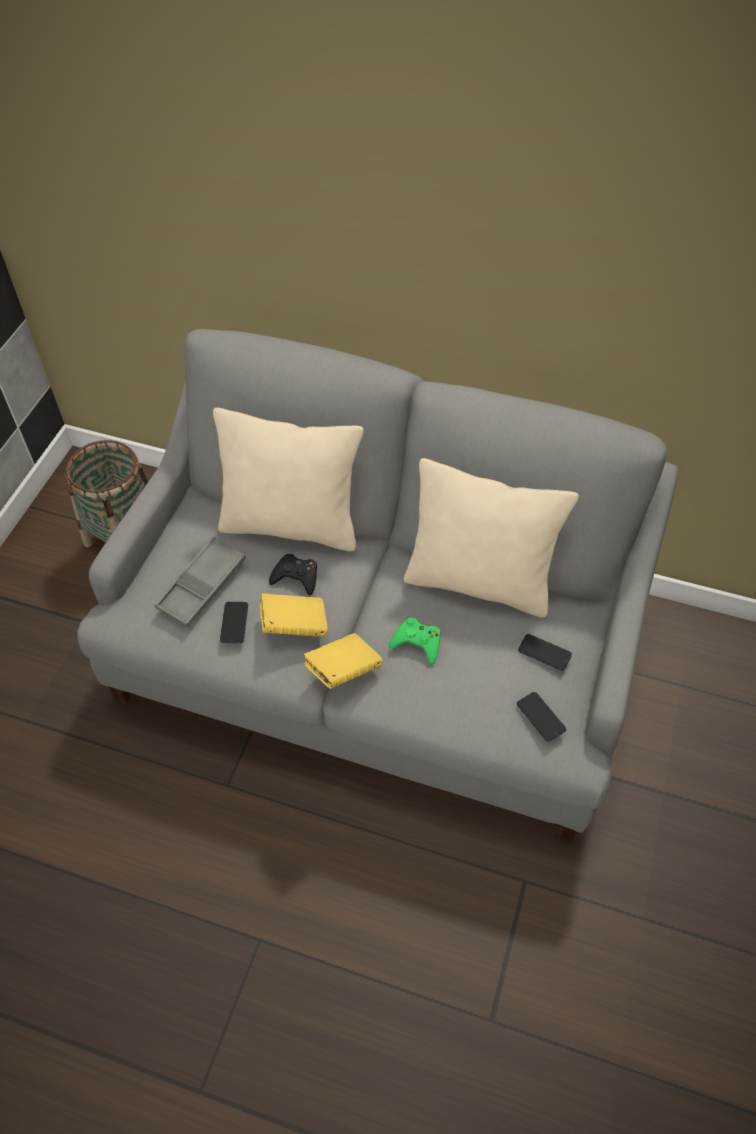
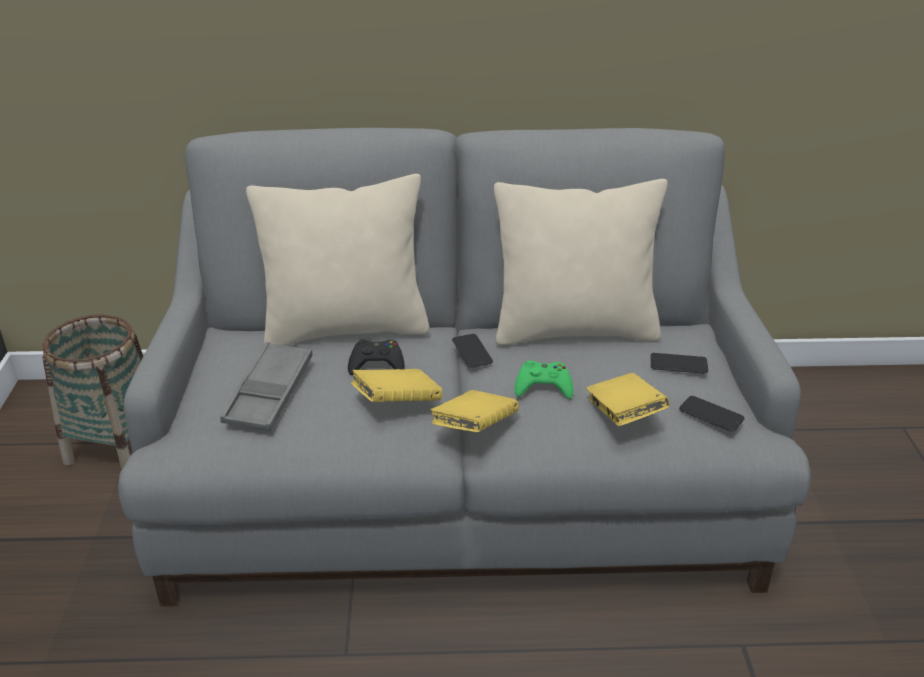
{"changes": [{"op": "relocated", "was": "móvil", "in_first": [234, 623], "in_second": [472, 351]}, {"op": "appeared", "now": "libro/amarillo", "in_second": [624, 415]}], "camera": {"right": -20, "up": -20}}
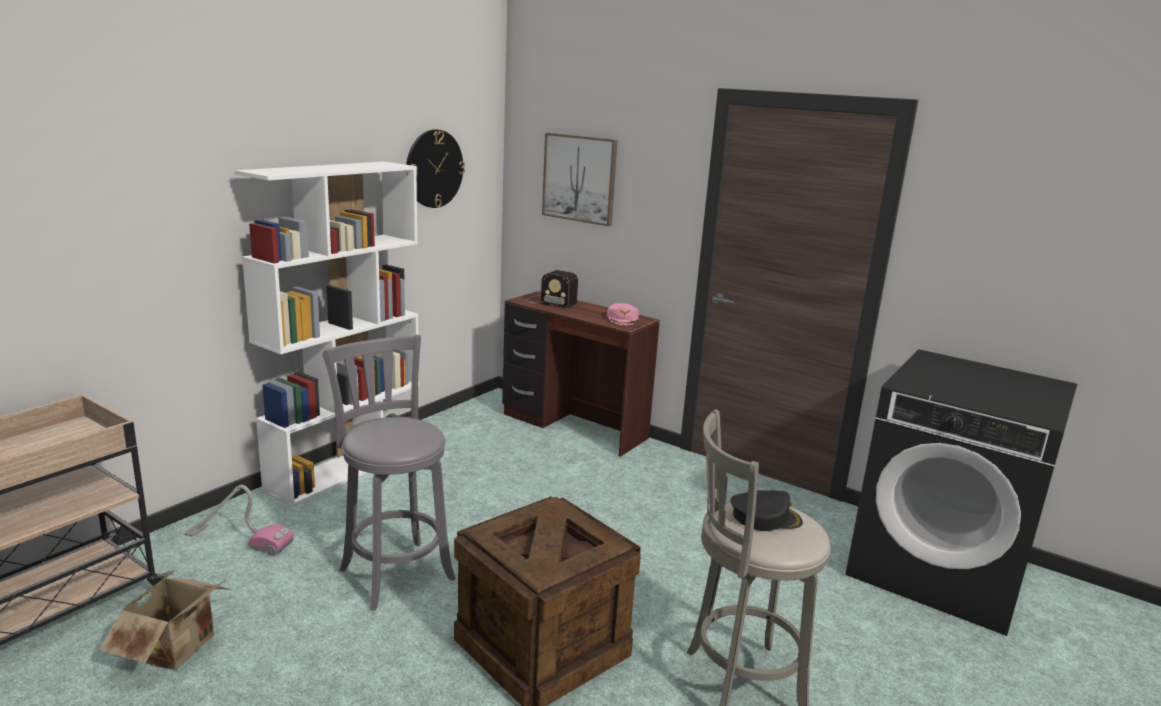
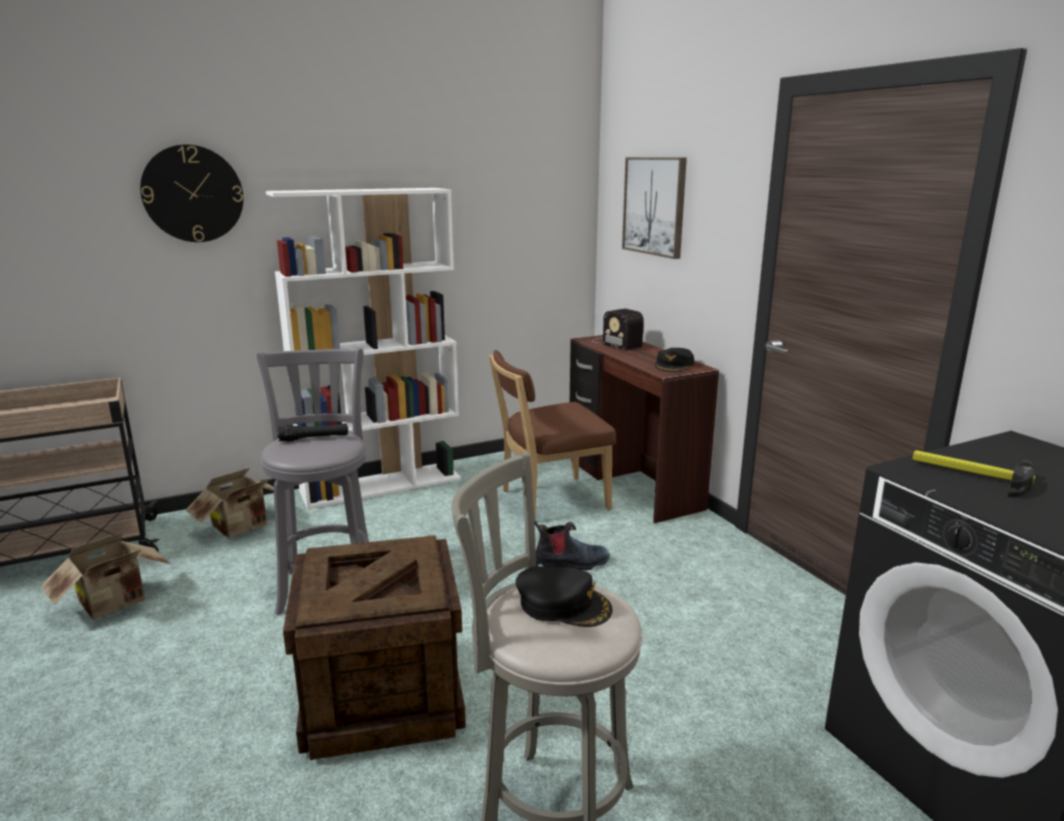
{"changes": [{"op": "relocated", "was": "reloj de pared", "in_first": [434, 169], "in_second": [193, 194]}, {"op": "colour", "was": "gorra/rosa", "now": "gorra/negro", "in_first": [623, 318], "in_second": [674, 365]}, {"op": "exchanged", "was": "aspiradora", "now": "caja de cartón", "in_first": [239, 539], "in_second": [243, 527]}, {"op": "appeared", "now": "silla/marrón", "in_second": [549, 500]}, {"op": "appeared", "now": "linterna/negro", "in_second": [314, 438]}, {"op": "appeared", "now": "martillo", "in_second": [969, 476]}, {"op": "appeared", "now": "bota", "in_second": [570, 563]}], "camera": {"right": 30, "up": 0}}
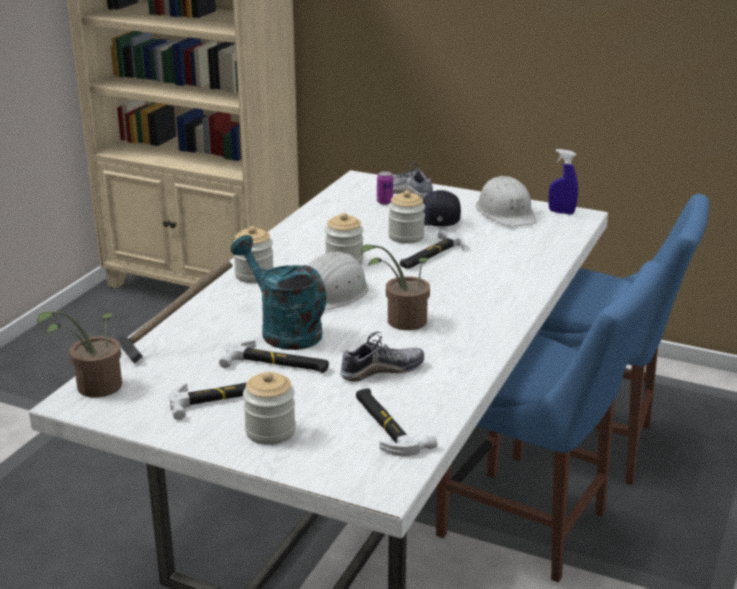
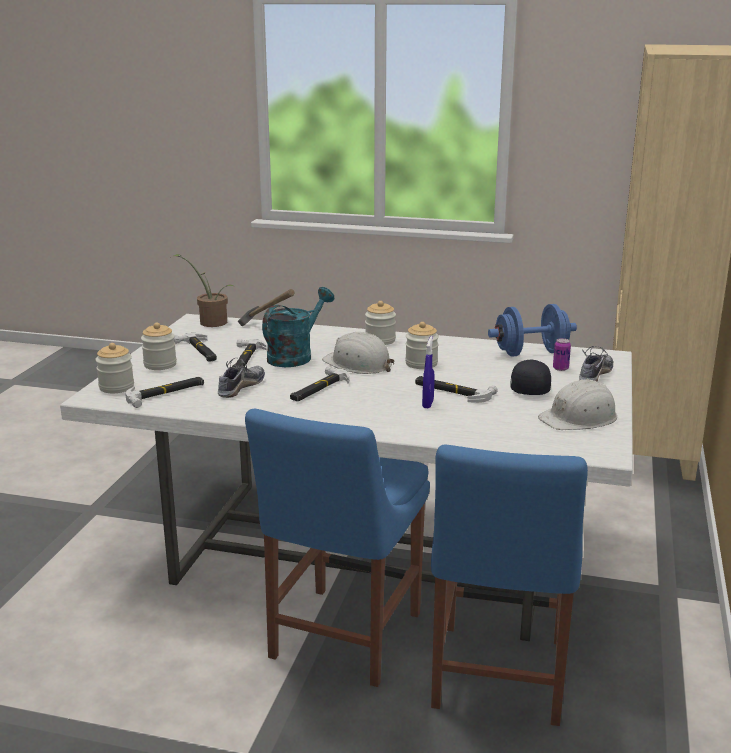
{"changes": [{"op": "relocated", "was": "pulverizador/azul", "in_first": [561, 212], "in_second": [428, 404]}, {"op": "relocated", "was": "tarro", "in_first": [406, 236], "in_second": [116, 387]}, {"op": "exchanged", "was": "planta en maceta", "now": "martillo", "in_first": [401, 322], "in_second": [318, 388]}, {"op": "spun", "was": "zapato", "in_first": [381, 370], "in_second": [240, 387], "clockwise": -120}, {"op": "appeared", "now": "mancuerna/azul", "in_second": [530, 353]}], "camera": {"right": 80, "up": -5}}
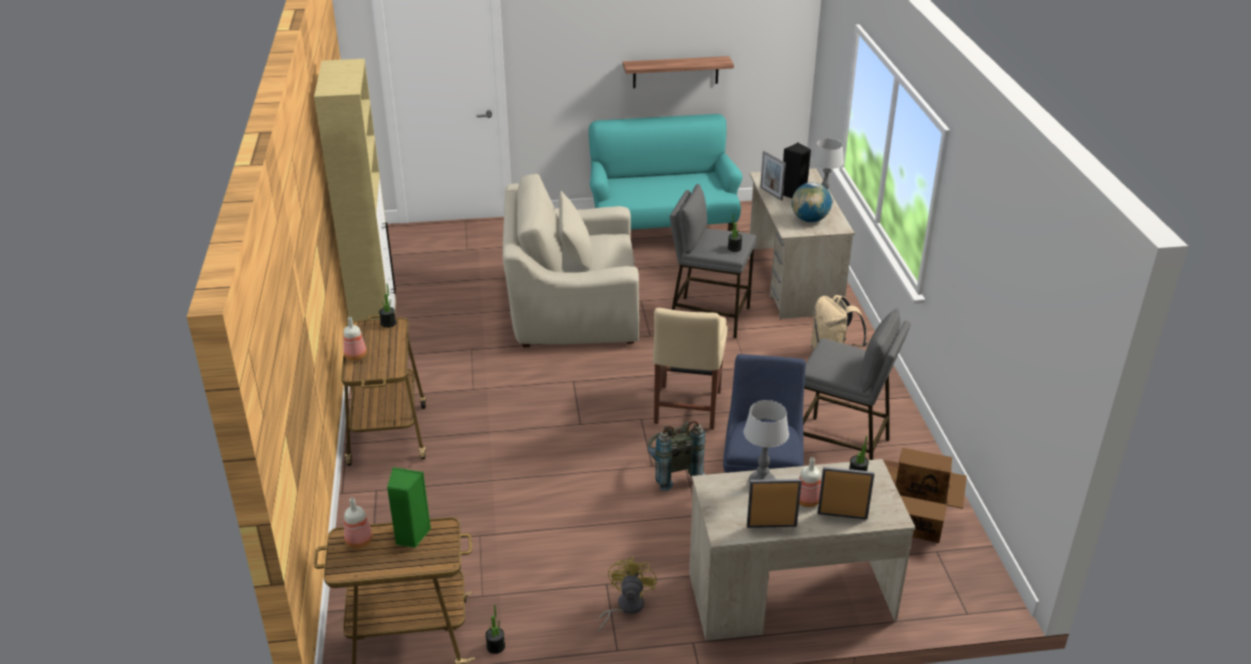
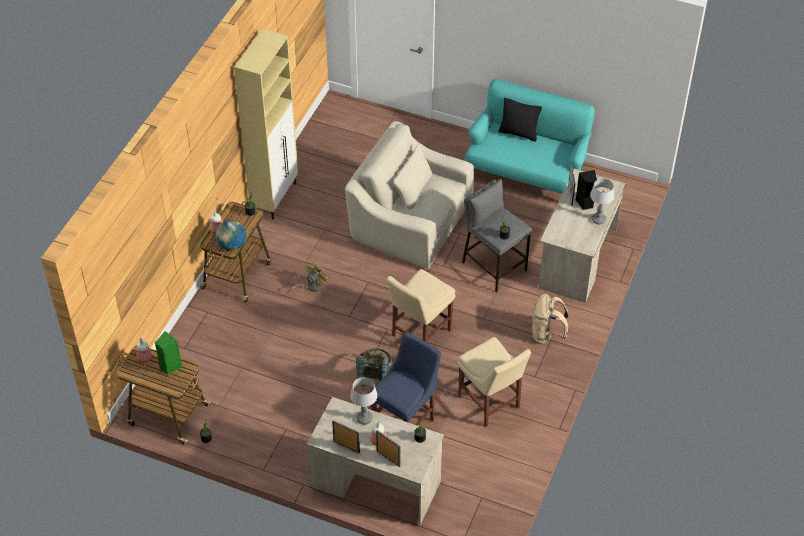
{"changes": [{"op": "missing", "was": "estante", "in_first": [675, 72]}, {"op": "relocated", "was": "globo terráqueo", "in_first": [810, 219], "in_second": [232, 245]}, {"op": "exchanged", "was": "taburete/gris", "now": "silla/beis", "in_first": [842, 447], "in_second": [490, 404]}, {"op": "missing", "was": "caja de cartón", "in_first": [915, 520]}, {"op": "relocated", "was": "ventilador/amarillo", "in_first": [625, 607], "in_second": [311, 286]}, {"op": "appeared", "now": "cojín/negro", "in_second": [518, 133]}], "camera": {"right": 30, "up": 15}}
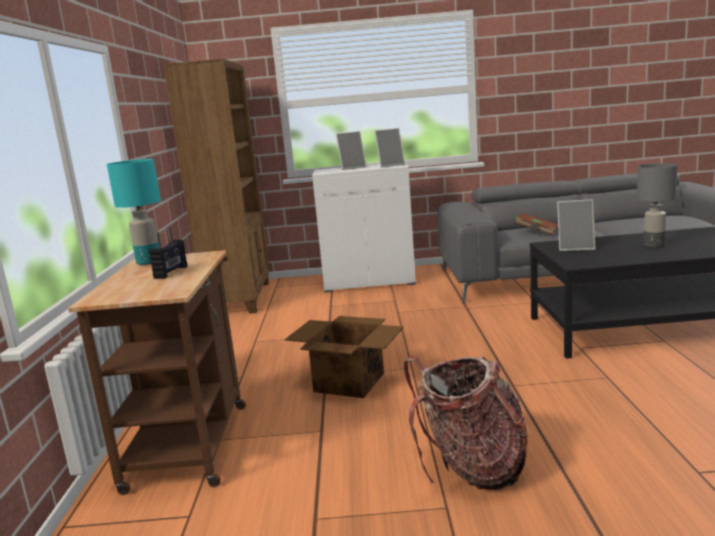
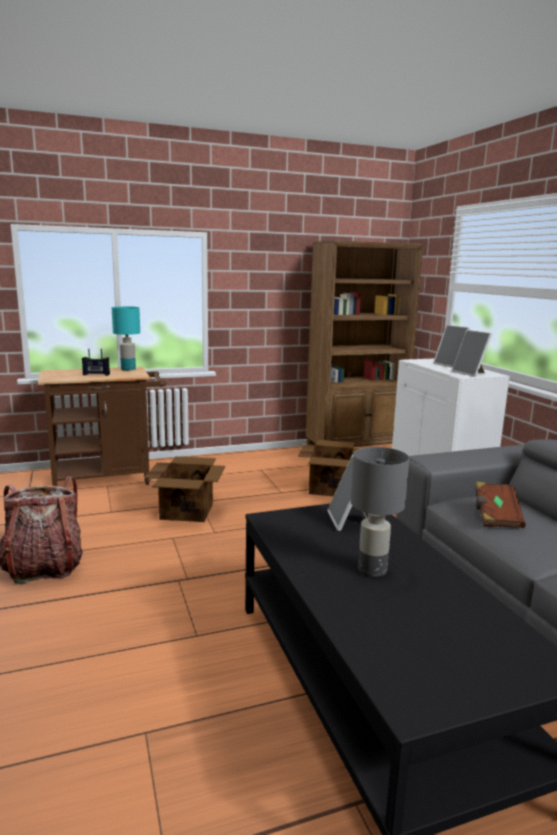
{"changes": [{"op": "appeared", "now": "caja de cartón", "in_second": [331, 488]}], "camera": {"right": 70, "up": 0}}
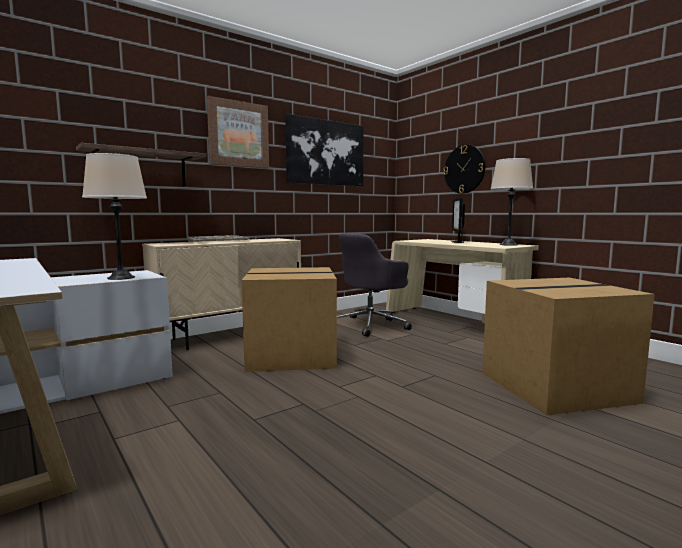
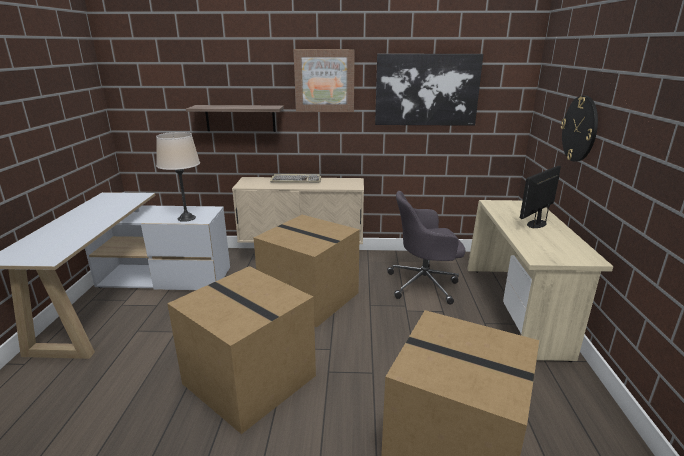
{"changes": [{"op": "missing", "was": "lámpara de mesa/beis", "in_first": [508, 244]}, {"op": "appeared", "now": "caja de cartón", "in_second": [247, 380]}], "camera": {"right": 40, "up": 15}}
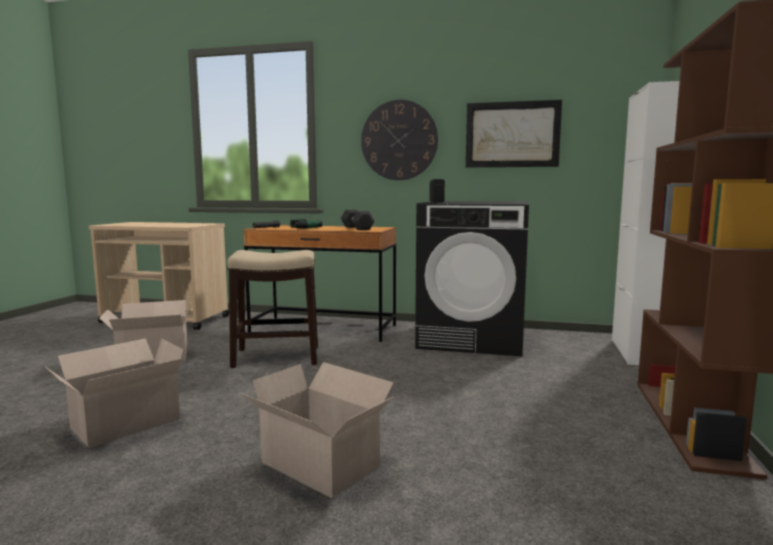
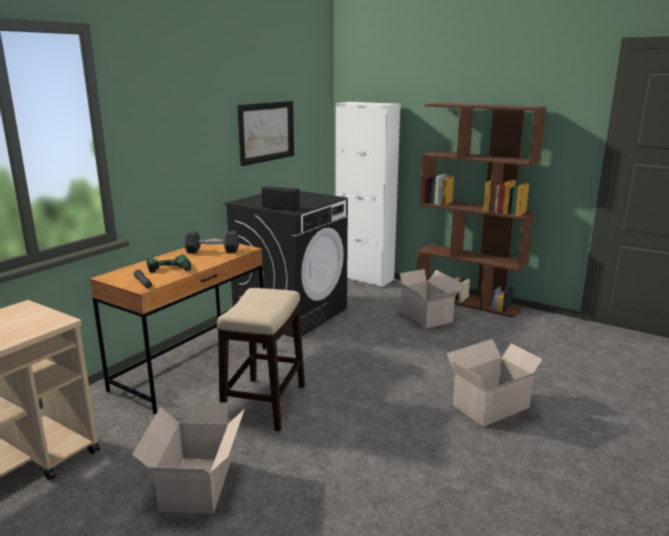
{"changes": [{"op": "missing", "was": "reloj de pared", "in_first": [399, 140]}, {"op": "relocated", "was": "caja de cartón", "in_first": [122, 424], "in_second": [426, 317]}], "camera": {"right": -70, "up": 10}}
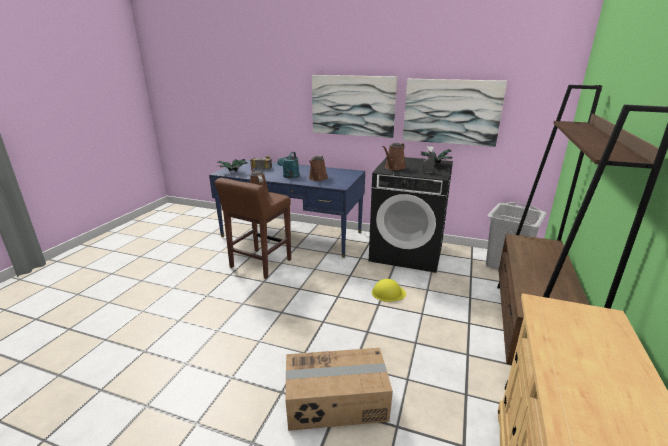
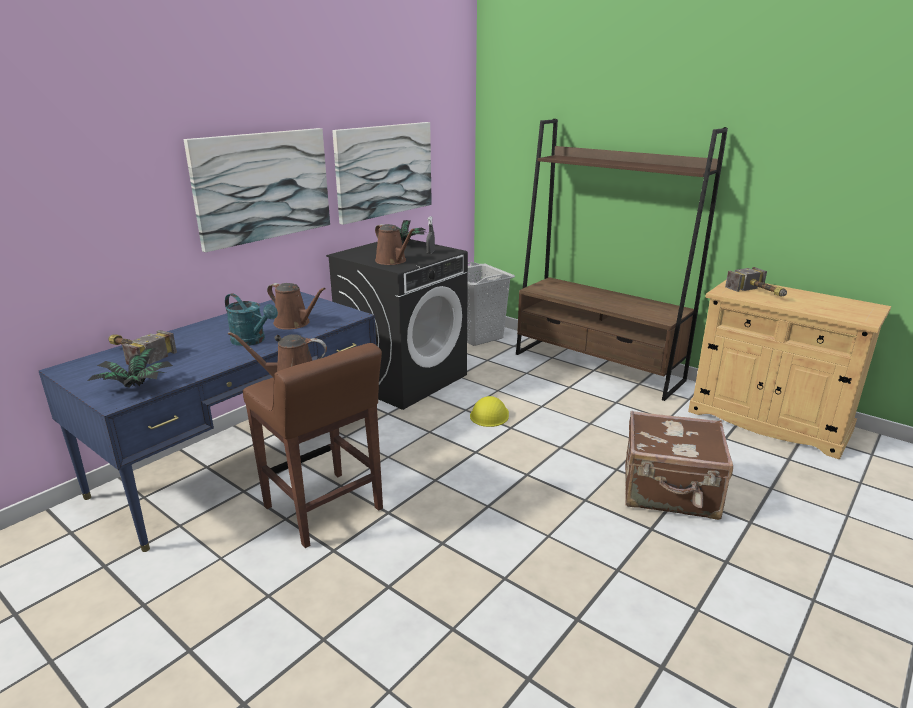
{"changes": [{"op": "exchanged", "was": "caja de cartón", "now": "maleta/marrón", "in_first": [336, 401], "in_second": [670, 492]}, {"op": "appeared", "now": "martillo", "in_second": [760, 293]}], "camera": {"right": -70, "up": 0}}
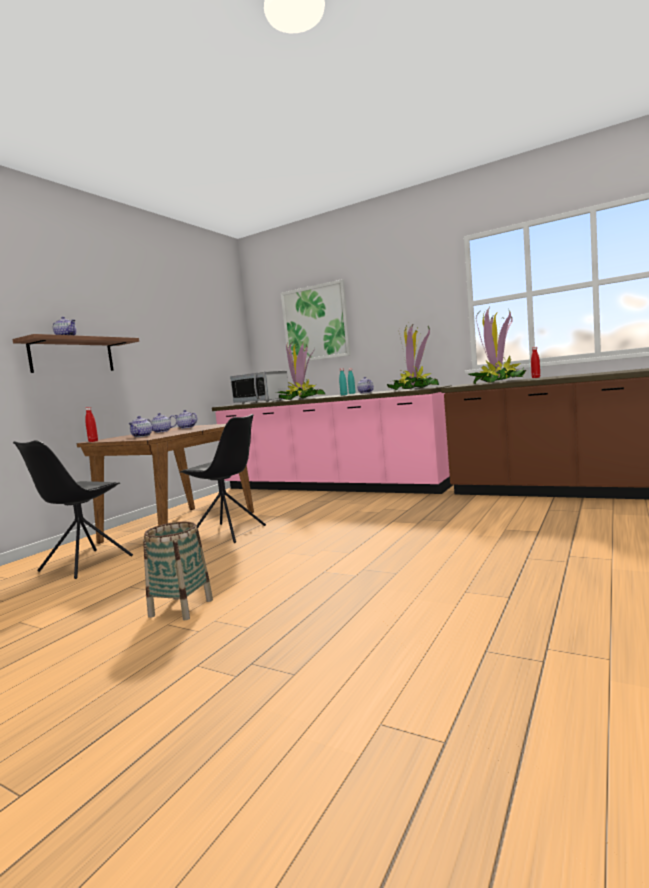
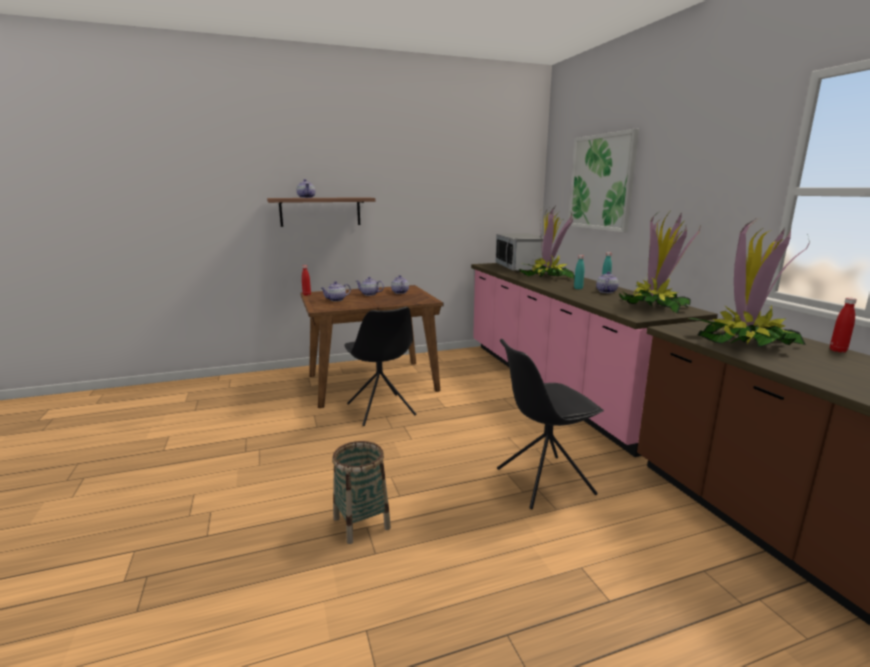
{"changes": [{"op": "relocated", "was": "silla/negro", "in_first": [84, 564], "in_second": [542, 481]}, {"op": "relocated", "was": "cesta", "in_first": [181, 608], "in_second": [361, 523]}], "camera": {"right": 40, "up": 10}}
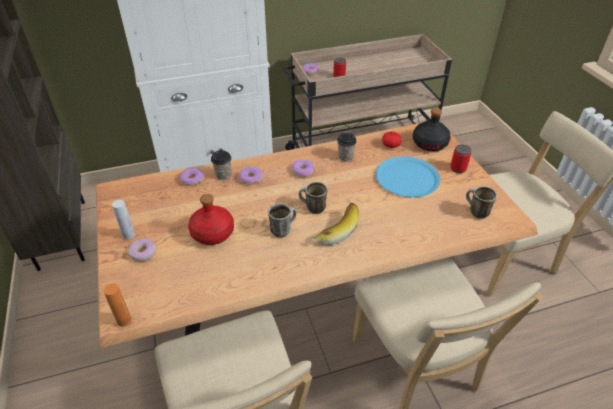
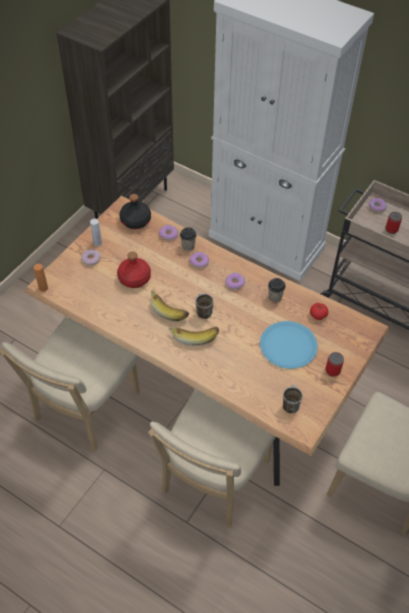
{"changes": [{"op": "relocated", "was": "botella/negro", "in_first": [429, 143], "in_second": [136, 220]}, {"op": "exchanged", "was": "taza grande", "now": "plátano", "in_first": [283, 229], "in_second": [169, 309]}], "camera": {"right": 50, "up": 10}}
